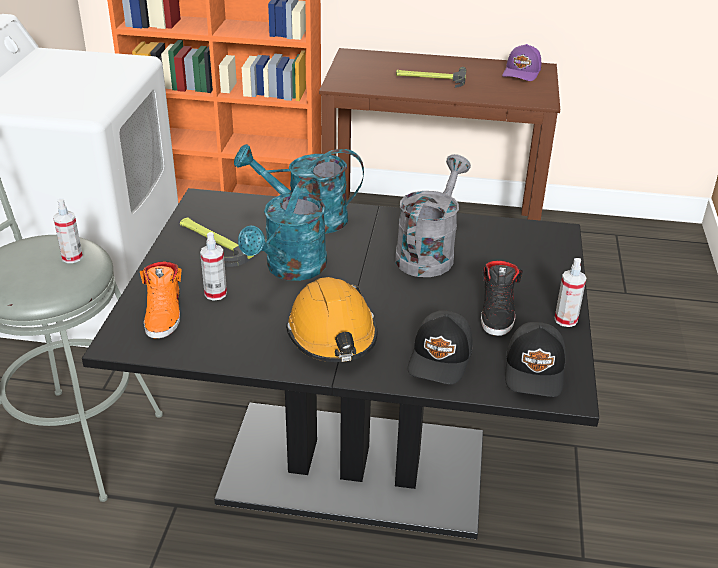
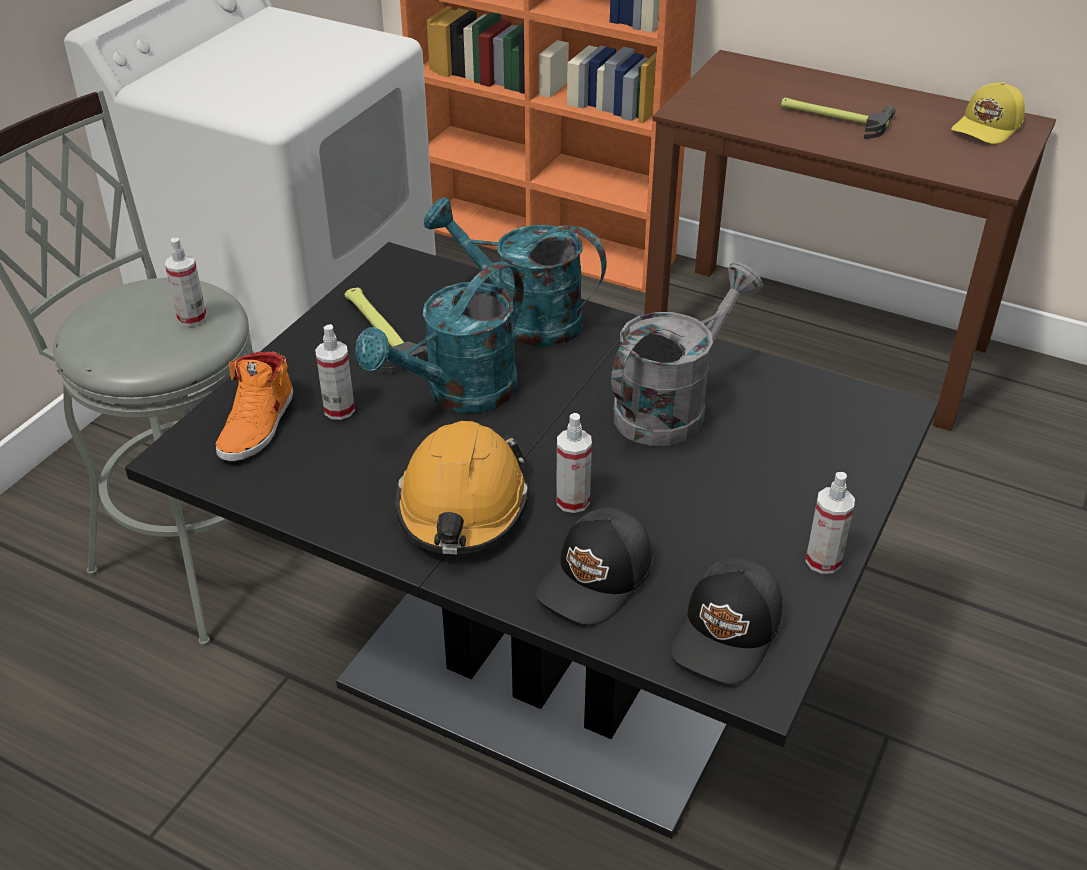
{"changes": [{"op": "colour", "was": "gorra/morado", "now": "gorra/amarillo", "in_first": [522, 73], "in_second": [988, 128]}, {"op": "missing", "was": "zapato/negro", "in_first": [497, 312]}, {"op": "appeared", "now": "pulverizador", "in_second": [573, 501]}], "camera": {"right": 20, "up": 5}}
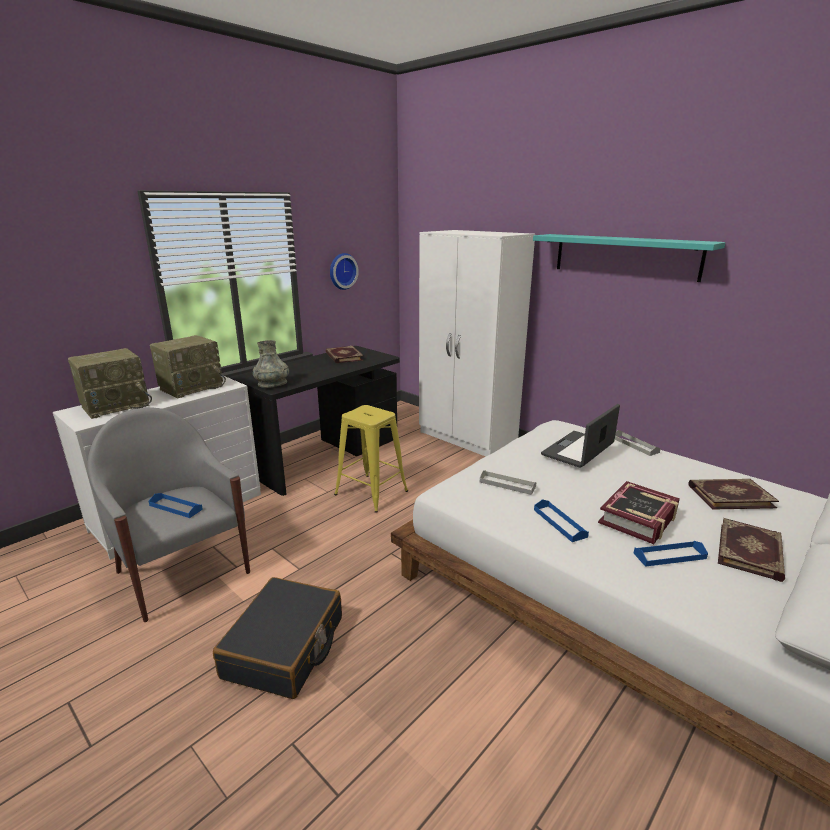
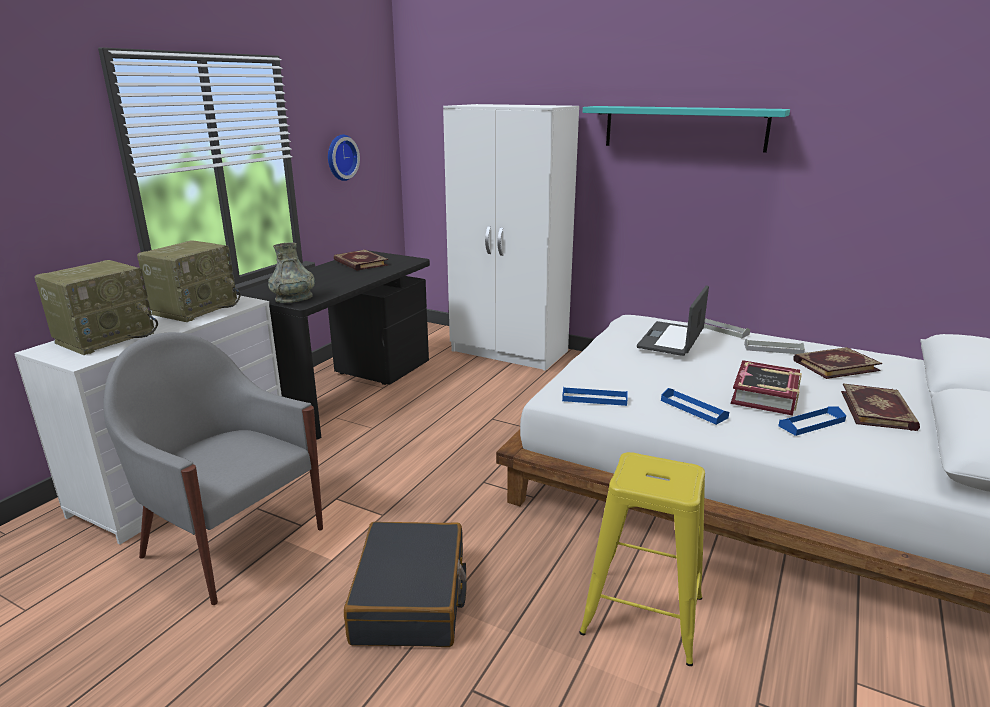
{"changes": [{"op": "relocated", "was": "taburete/amarillo", "in_first": [371, 493], "in_second": [642, 615]}, {"op": "relocated", "was": "bandeja/gris", "in_first": [507, 484], "in_second": [773, 349]}, {"op": "relocated", "was": "bandeja/azul", "in_first": [175, 507], "in_second": [594, 399]}], "camera": {"right": -15, "up": 0}}
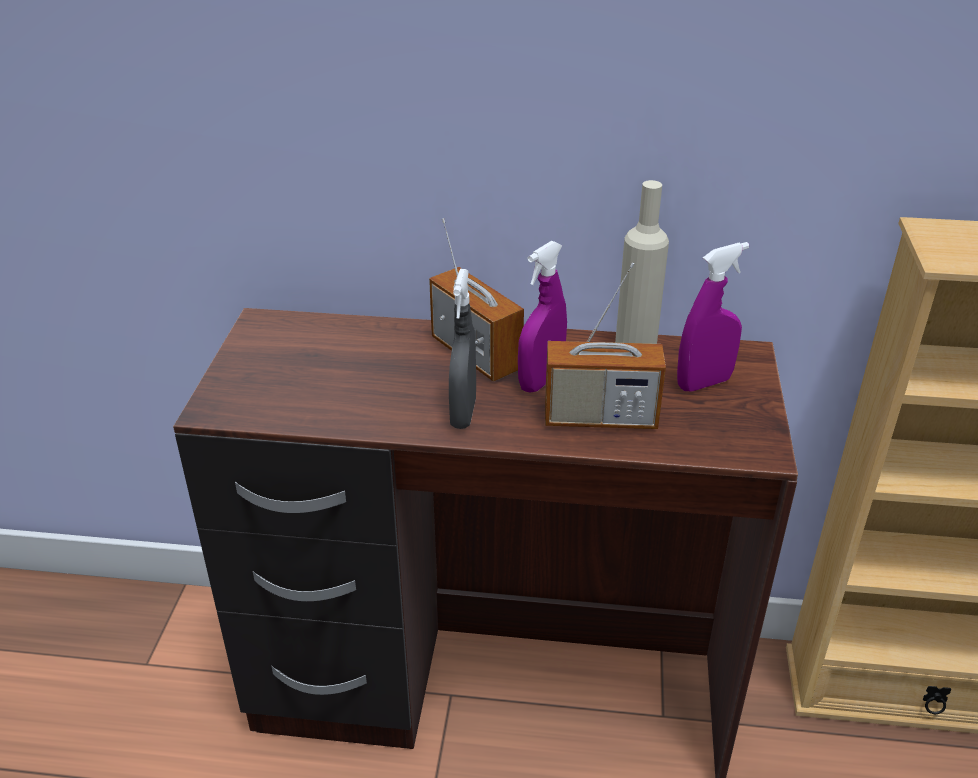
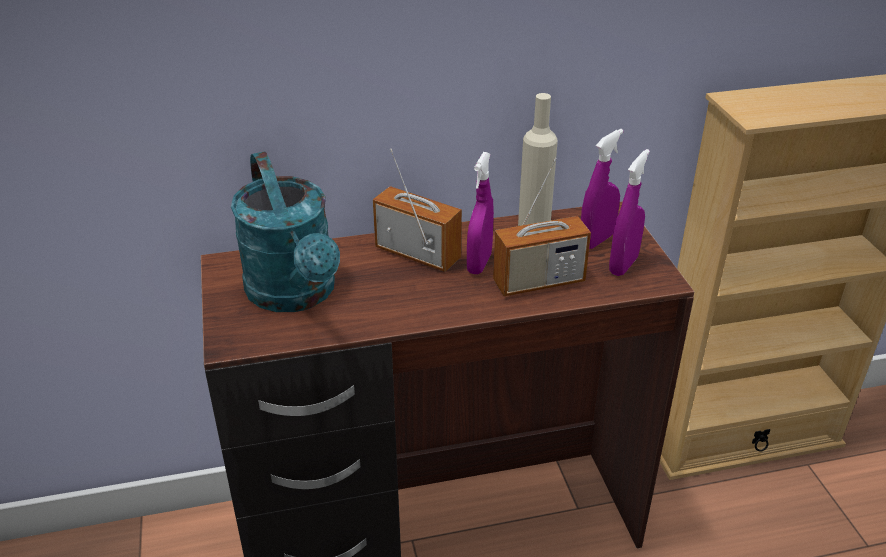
{"changes": [{"op": "missing", "was": "pulverizador/gris", "in_first": [463, 413]}, {"op": "appeared", "now": "pulverizador/morado", "in_second": [623, 265]}, {"op": "appeared", "now": "regadera/turquesa", "in_second": [296, 295]}], "camera": {"right": -20, "up": 0}}
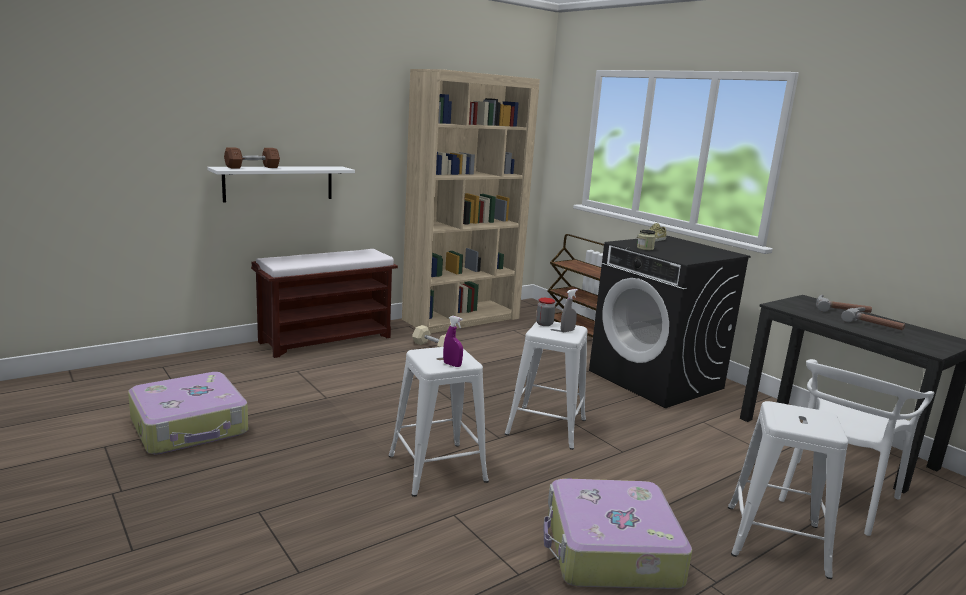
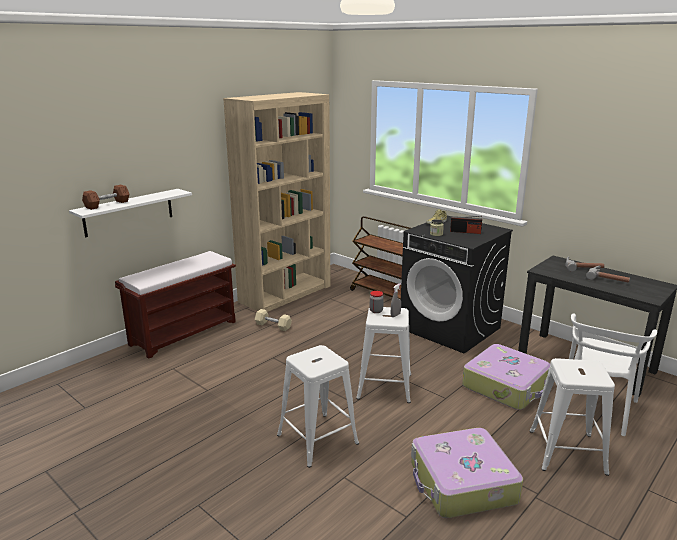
{"changes": [{"op": "missing", "was": "pulverizador/morado", "in_first": [452, 365]}, {"op": "relocated", "was": "maleta", "in_first": [190, 426], "in_second": [506, 386]}, {"op": "appeared", "now": "radio", "in_second": [465, 232]}], "camera": {"right": -10, "up": 5}}
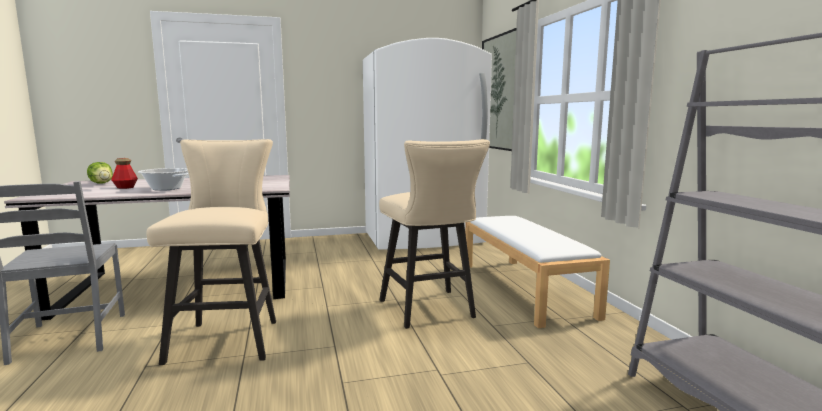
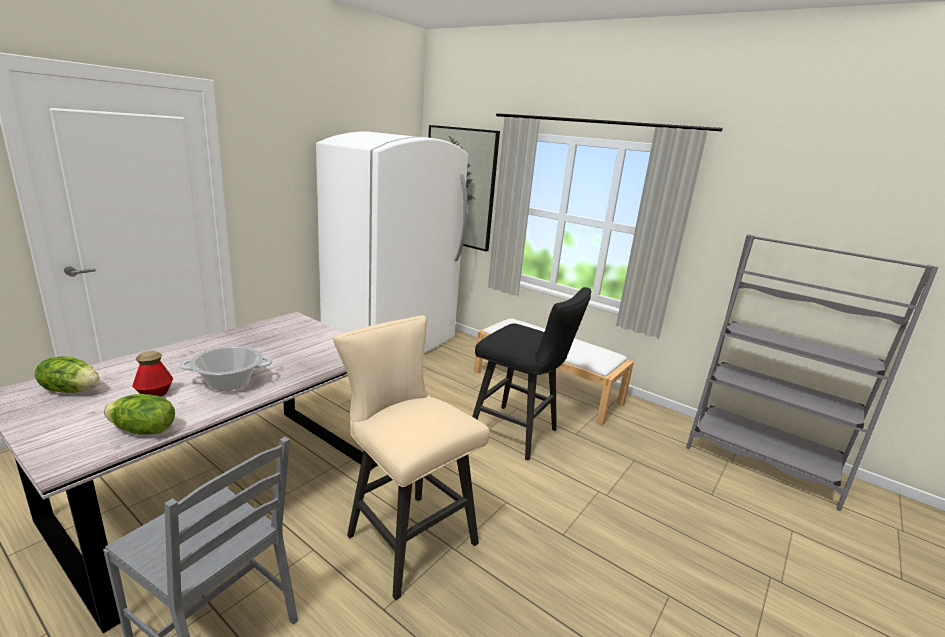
{"changes": [{"op": "colour", "was": "taburete/beis", "now": "taburete/negro", "in_first": [430, 311], "in_second": [519, 434]}, {"op": "appeared", "now": "lechuga", "in_second": [143, 431]}], "camera": {"right": -40, "up": 10}}
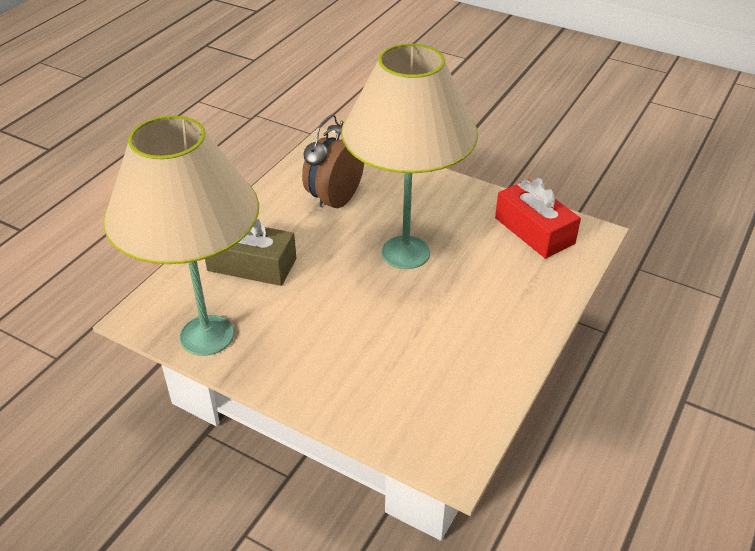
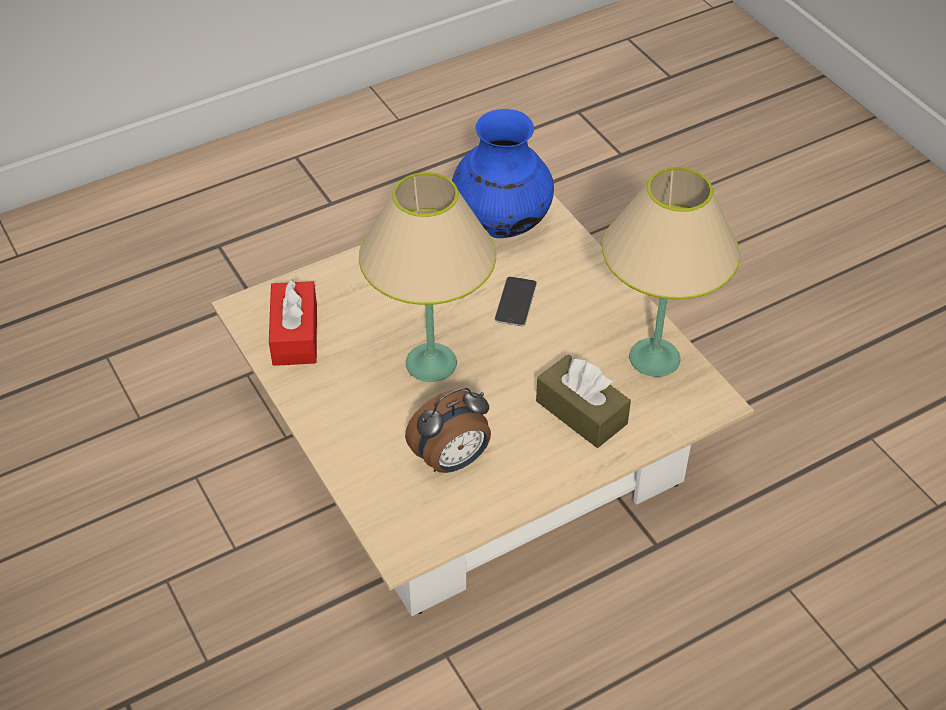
{"changes": [{"op": "appeared", "now": "florero/azul", "in_second": [501, 223]}, {"op": "appeared", "now": "móvil", "in_second": [515, 301]}], "camera": {"right": -150, "up": 5}}
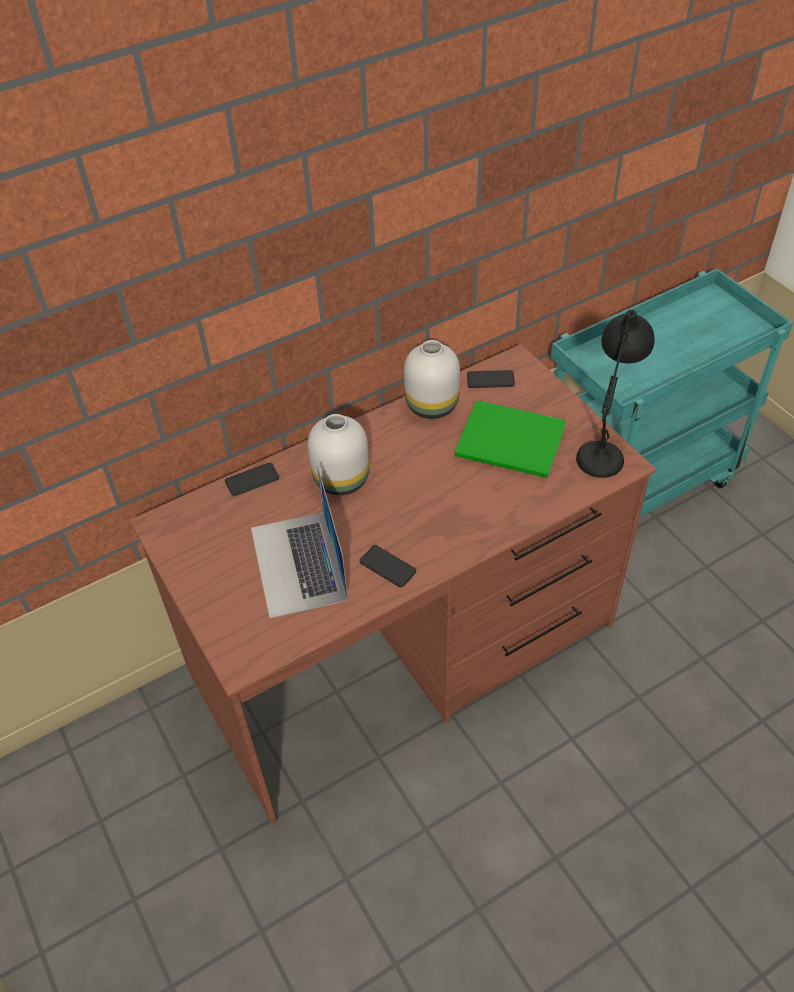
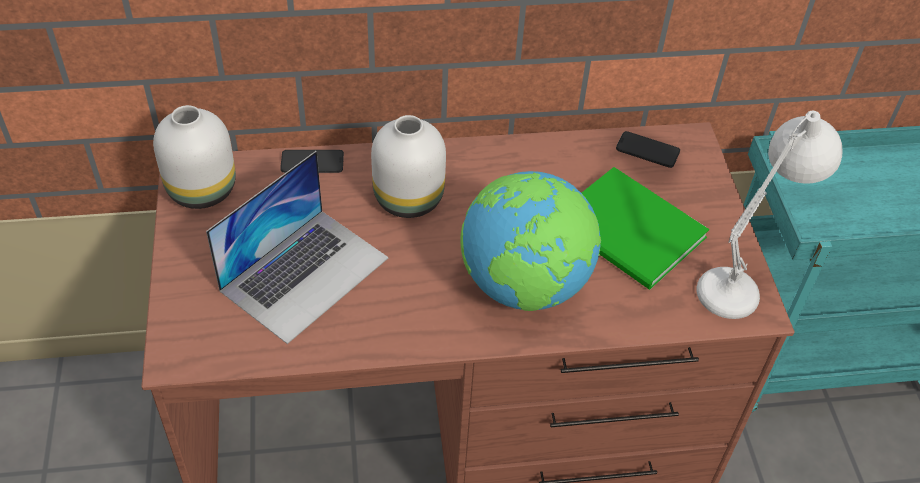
{"changes": [{"op": "colour", "was": "lámpara de mesa/negro", "now": "lámpara de mesa/blanco", "in_first": [606, 446], "in_second": [745, 280]}, {"op": "relocated", "was": "florero/blanco", "in_first": [431, 404], "in_second": [202, 188]}, {"op": "spun", "was": "portátil", "in_first": [298, 563], "in_second": [305, 273], "clockwise": -150}, {"op": "missing", "was": "móvil", "in_first": [387, 566]}, {"op": "appeared", "now": "globo terráqueo", "in_second": [525, 285]}], "camera": {"right": 20, "up": 0}}
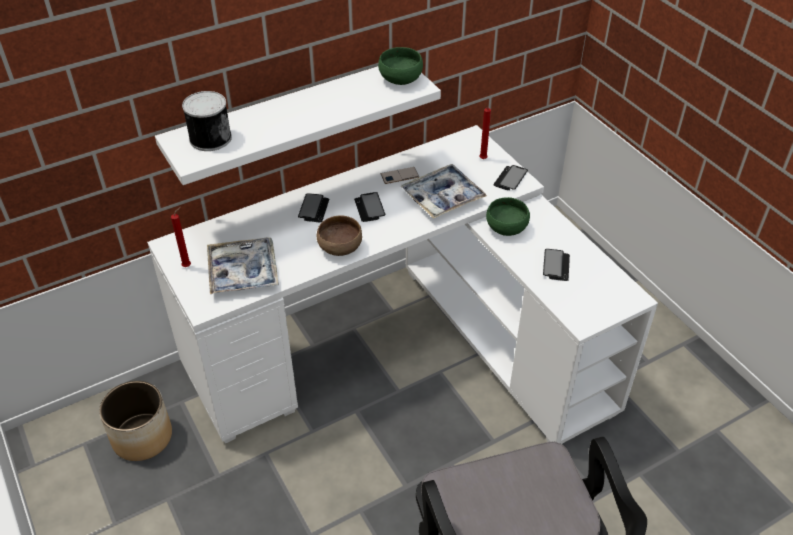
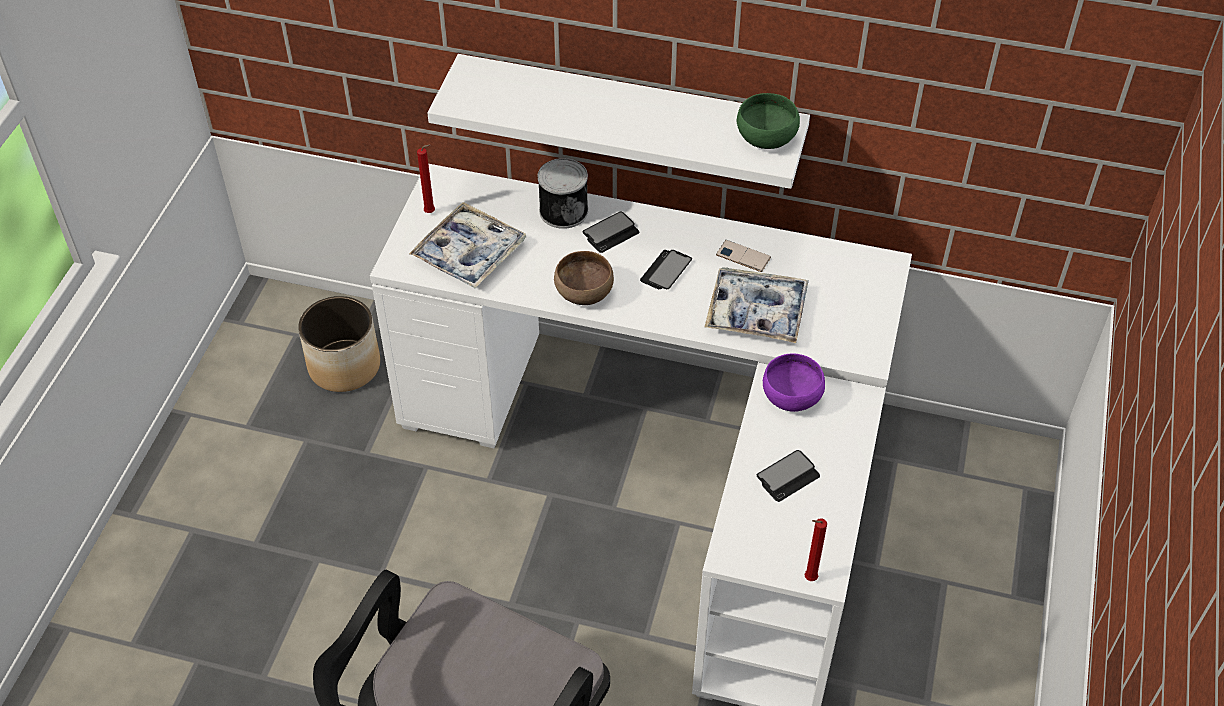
{"changes": [{"op": "relocated", "was": "lata", "in_first": [209, 138], "in_second": [563, 210]}, {"op": "relocated", "was": "vela/rojo", "in_first": [482, 159], "in_second": [808, 579]}, {"op": "missing", "was": "móvil", "in_first": [510, 179]}, {"op": "colour", "was": "cuenco/verde", "now": "cuenco/morado", "in_first": [505, 228], "in_second": [791, 396]}], "camera": {"right": 45, "up": 5}}
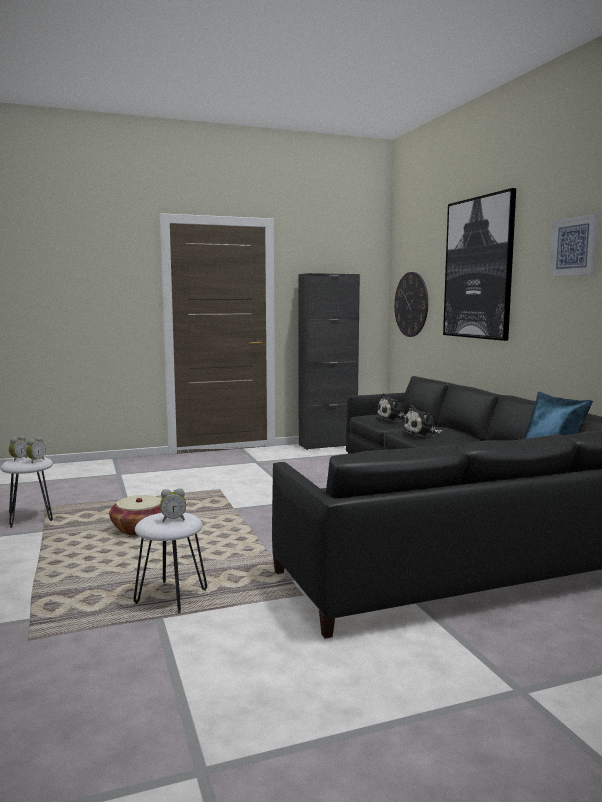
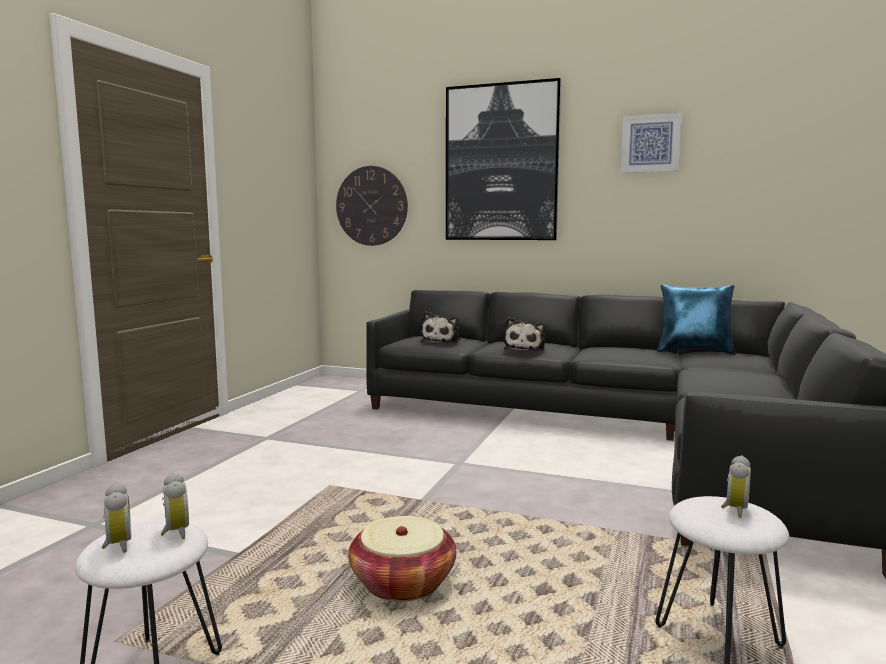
{"changes": [{"op": "missing", "was": "armario/negro", "in_first": [327, 445]}], "camera": {"right": -50, "up": 0}}
